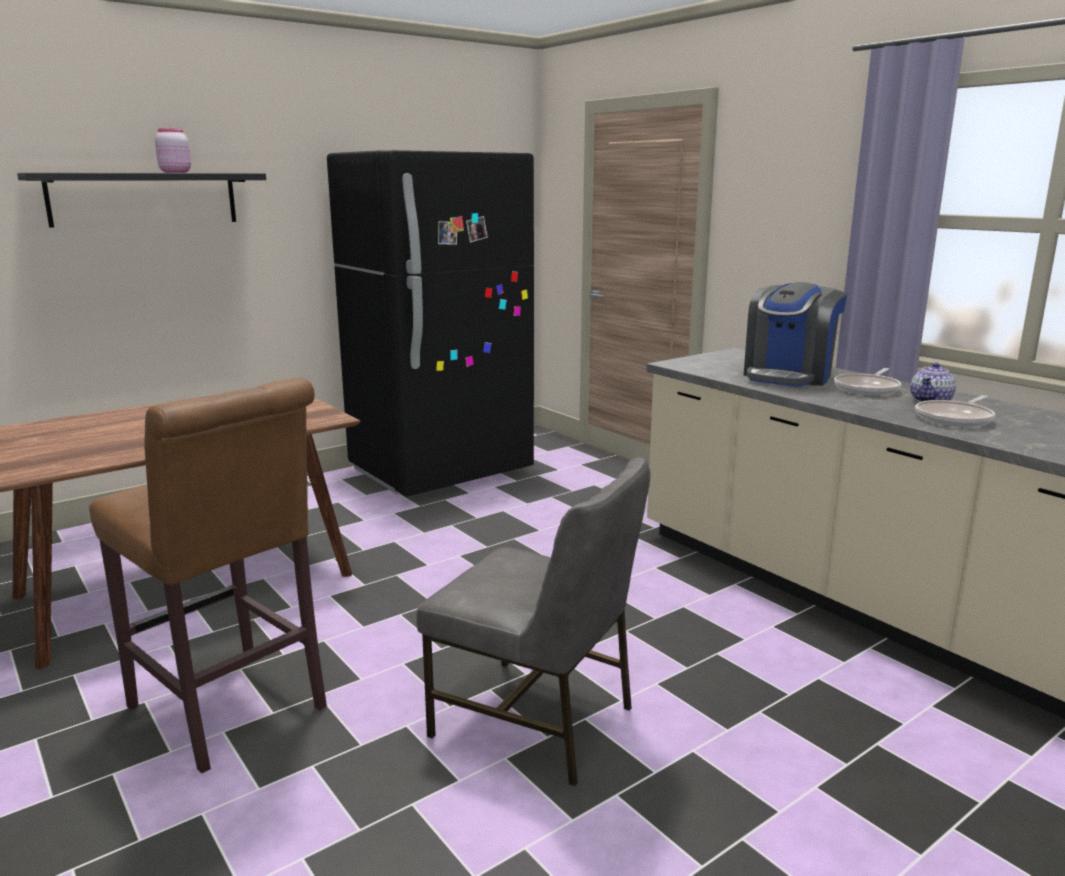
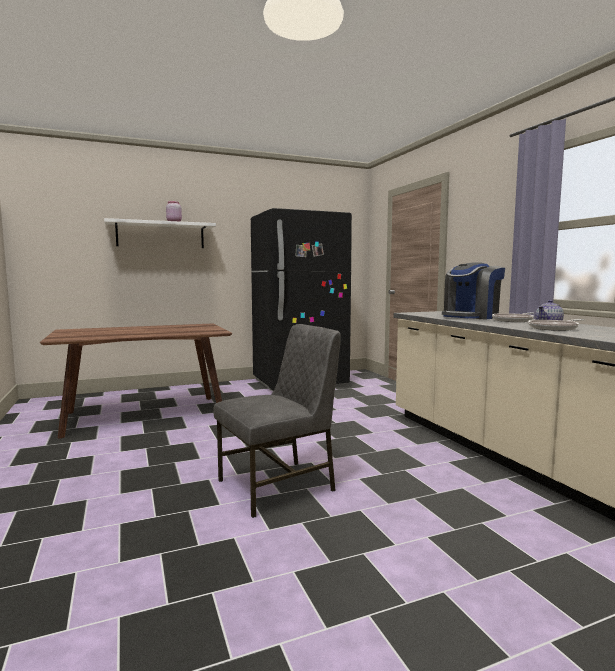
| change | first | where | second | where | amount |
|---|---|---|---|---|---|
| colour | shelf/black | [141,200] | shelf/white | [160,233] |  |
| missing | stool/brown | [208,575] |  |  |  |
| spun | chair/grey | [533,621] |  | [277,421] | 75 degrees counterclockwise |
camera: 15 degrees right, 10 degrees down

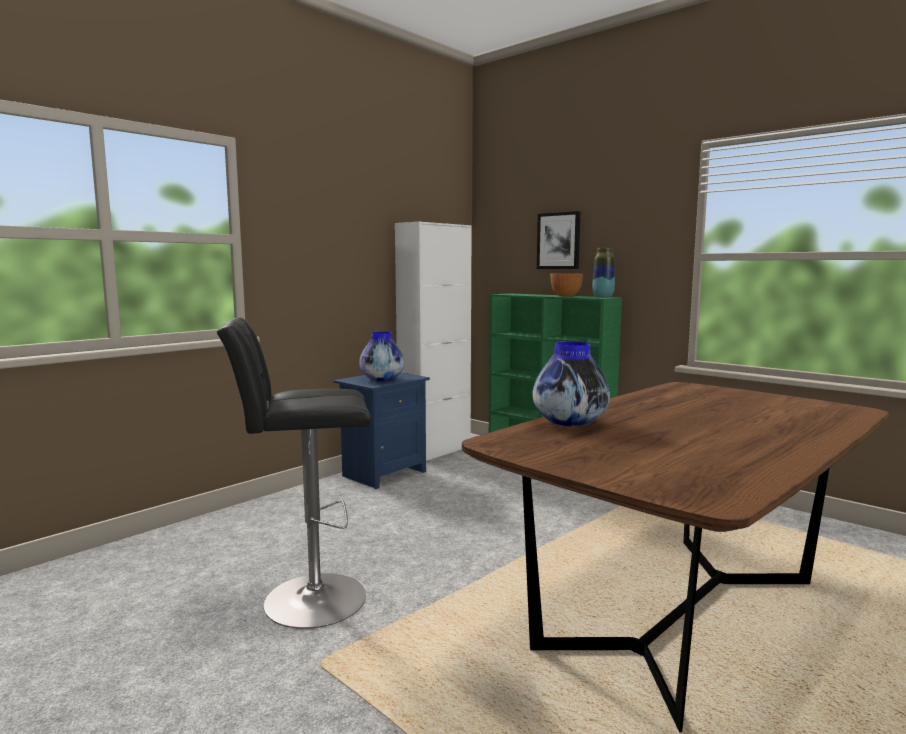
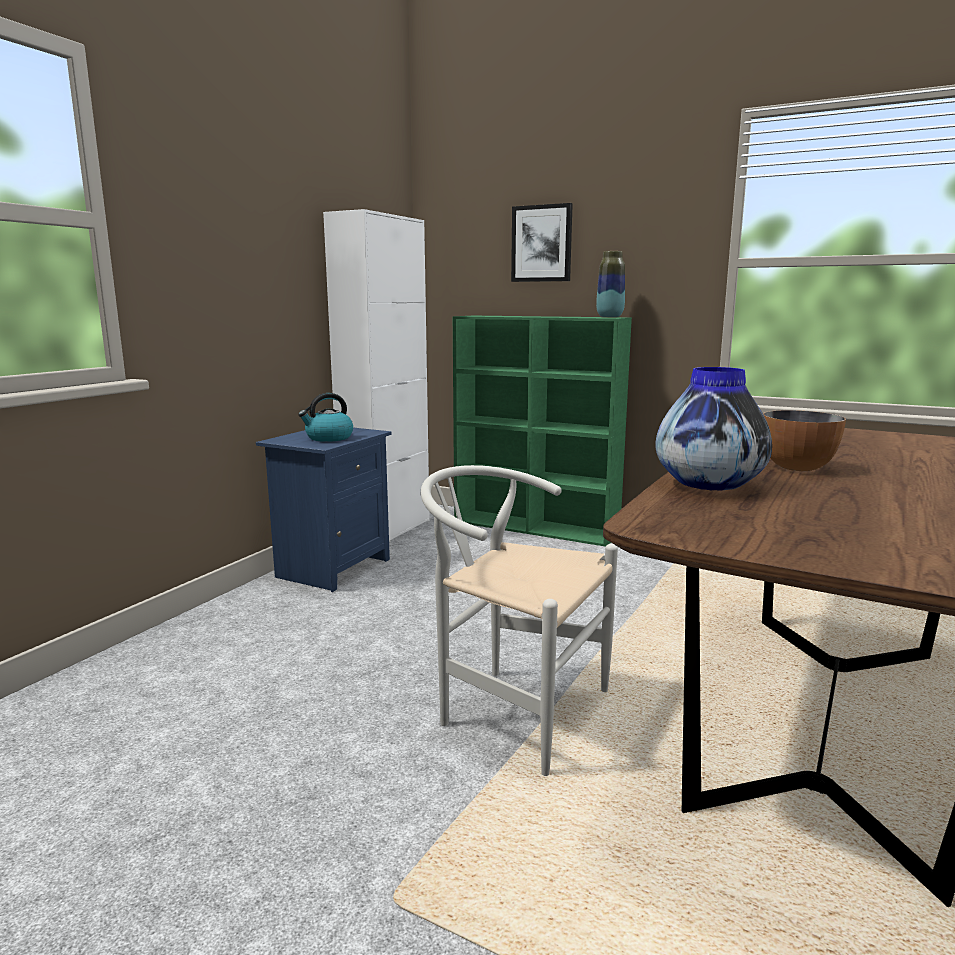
| change | first | where | second | where | amount |
|---|---|---|---|---|---|
| relocated | bowl | [566,284] |  | [804,440] |  |
| missing | stool/black | [294,473] |  |  |  |
| exchanged | vase | [381,356] | kettle | [325,417] |  |
| appeared |  |  | chair/white | [519,620] |  |
camera: 15 degrees left, 5 degrees up

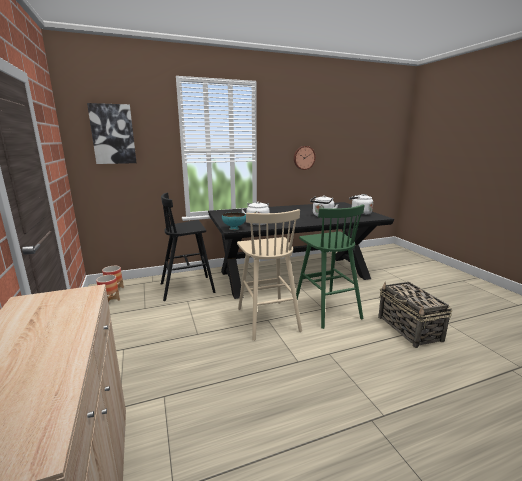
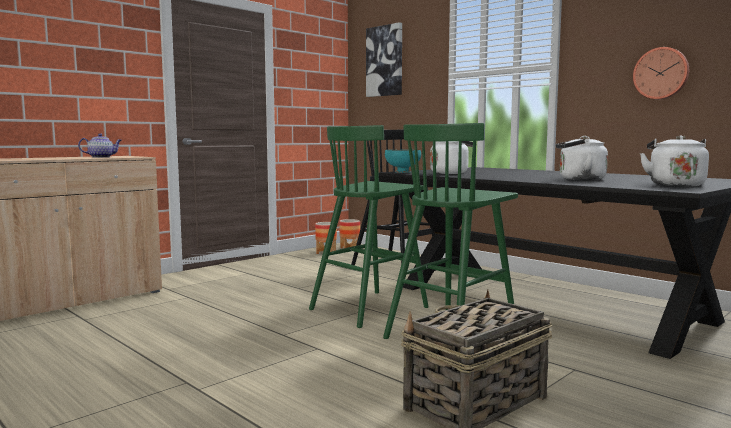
| change | first | where | second | where | amount |
|---|---|---|---|---|---|
| colour | stool/beige | [269,275] | stool/green | [369,226] |  |
| appeared |  |  | teapot | [100,145] |  |
camera: 65 degrees right, 10 degrees down

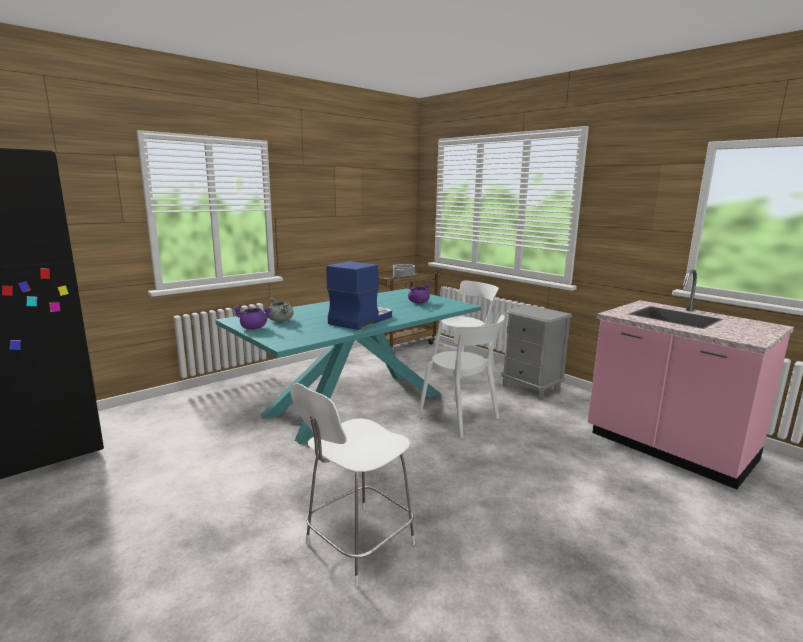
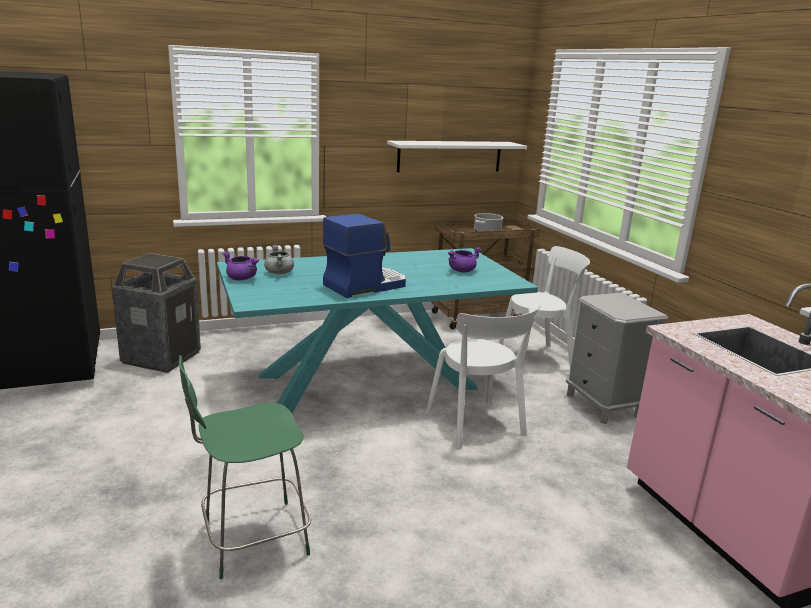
| change | first | where | second | where | amount |
|---|---|---|---|---|---|
| colour | stool/white | [353,485] | stool/green | [245,467] |  |
| appeared |  |  | shelf/white | [457,156] |  |
| appeared |  |  | trash can | [156,313] |  |
camera: 20 degrees right, 5 degrees up

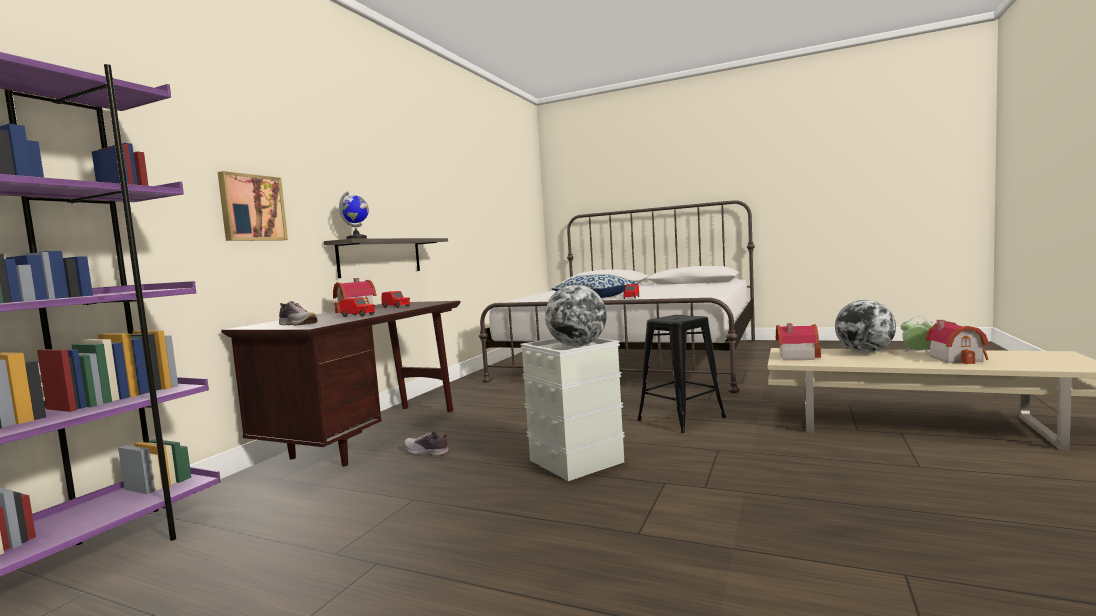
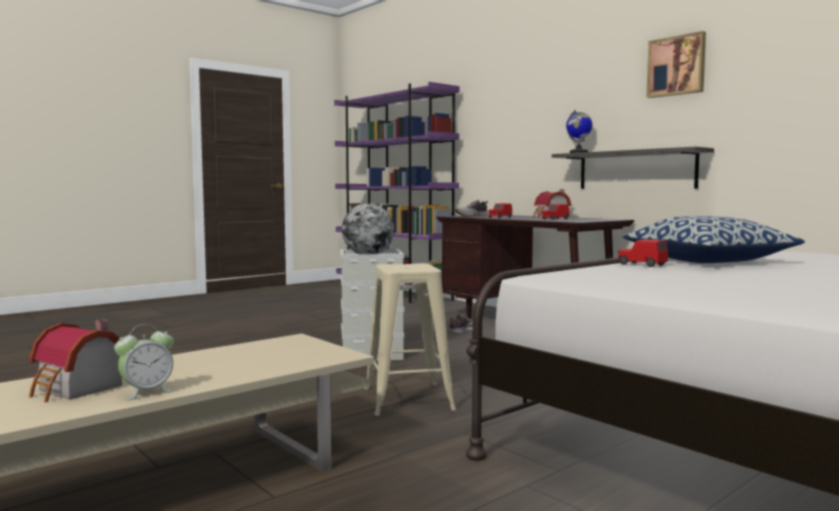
| change | first | where | second | where | amount |
|---|---|---|---|---|---|
| relocated | picture | [253,206] |  | [676,64] |  |
| missing | globe | [865,326] |  |  |  |
| colour | stool/black | [681,374] | stool/beige | [410,339] |  |
| missing | toy house | [798,341] |  |  |  |
camera: 115 degrees right, 0 degrees up

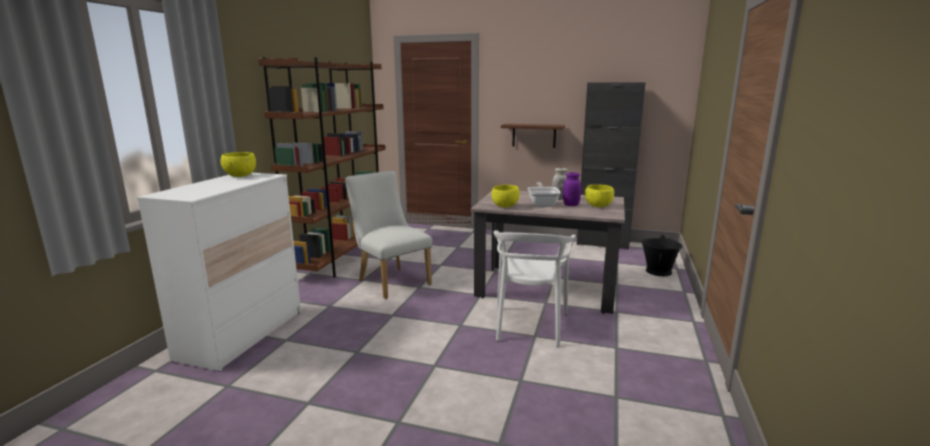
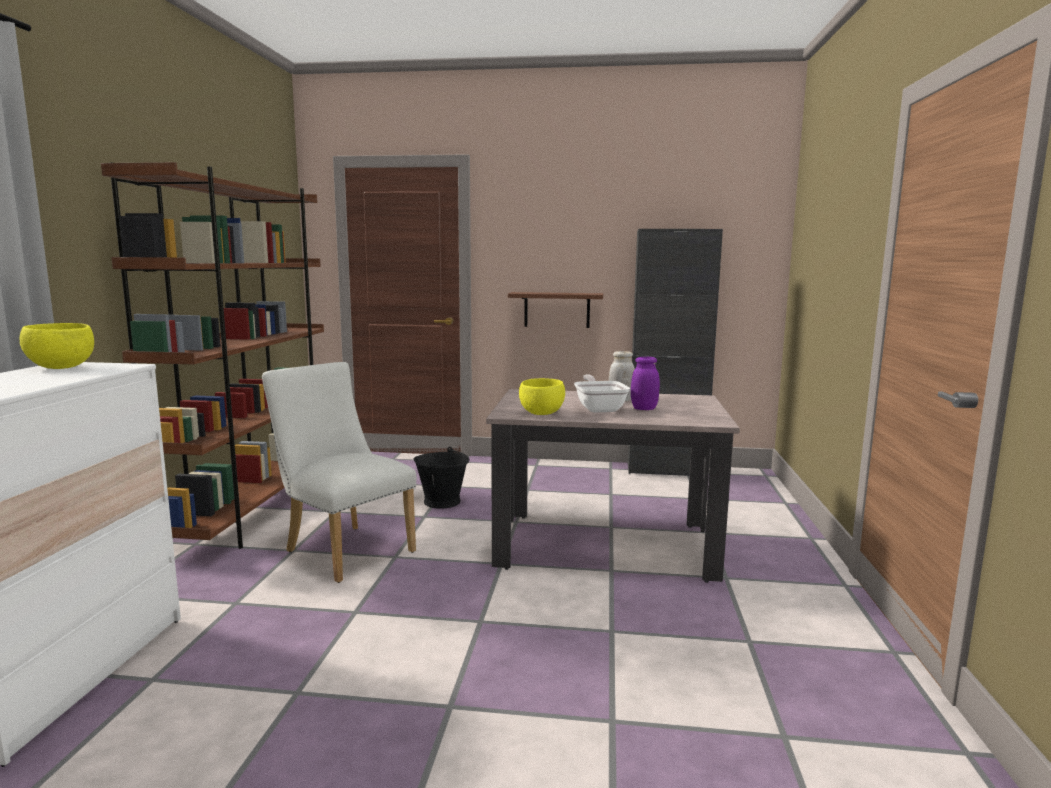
| change | first | where | second | where | amount |
|---|---|---|---|---|---|
| missing | bowl/yellow | [599,195] |  |  |  |
| missing | chair/white | [534,288] |  |  |  |
| relocated | bucket/black | [662,255] |  | [442,478] |  |
camera: 10 degrees left, 5 degrees down

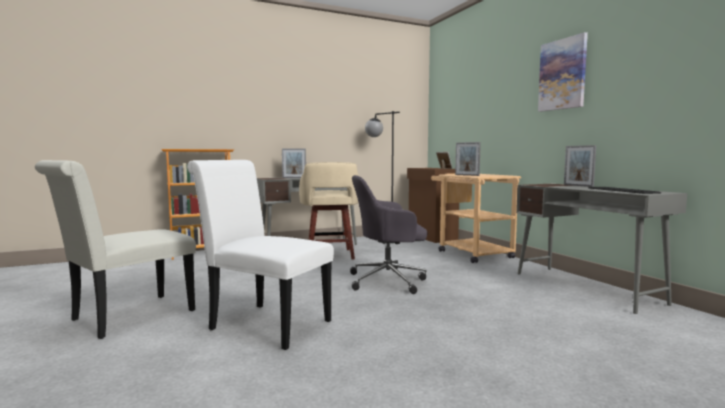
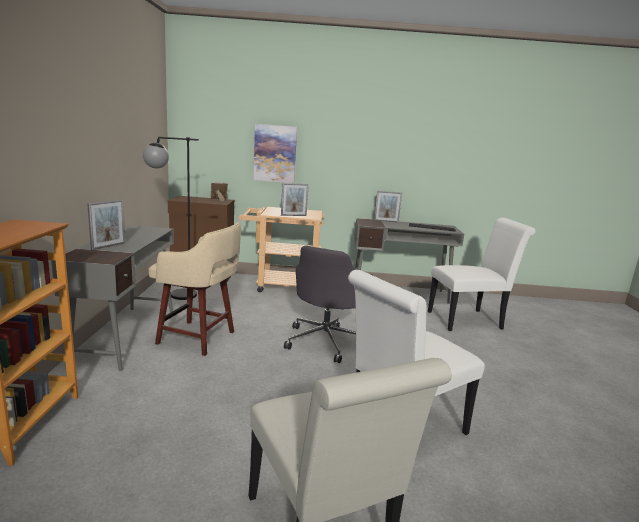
| change | first | where | second | where | amount |
|---|---|---|---|---|---|
| relocated | picture | [563,72] |  | [275,153] |  |
| appeared |  |  | chair/white | [482,274] |  |
camera: 65 degrees left, 10 degrees up

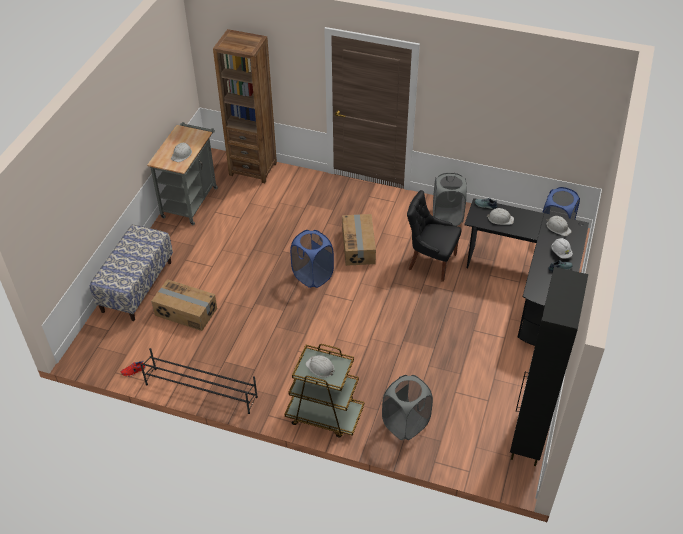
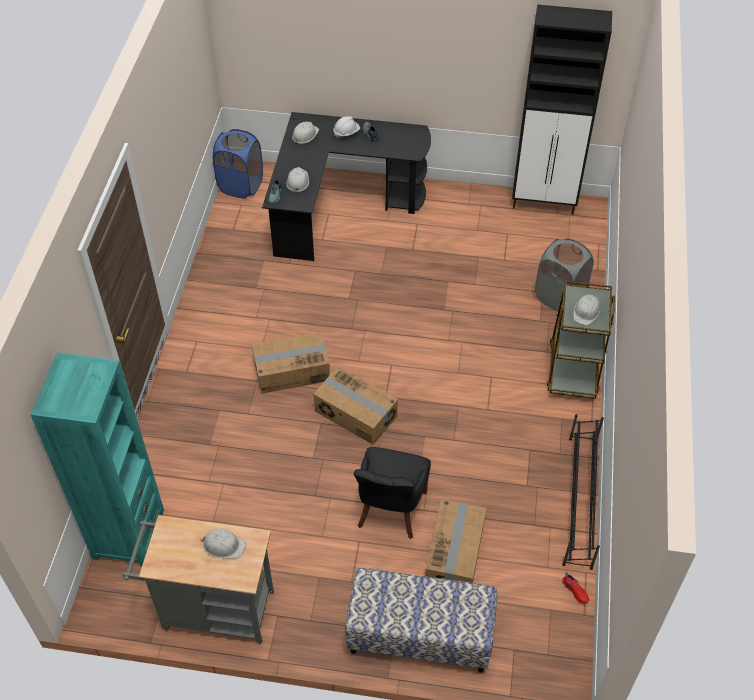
| change | first | where | second | where | amount |
|---|---|---|---|---|---|
| colour | bookcase/brown | [245,106] | bookcase/turquoise | [97,459] |  |
| missing | laundry basket/grey | [450,199] |  |  |  |
| relocated | chair/black | [434,236] |  | [392,493] |  |
| exchanged | laundry basket/blue | [312,259] | cardboard box | [355,405] |  |
camera: 100 degrees left, 5 degrees up

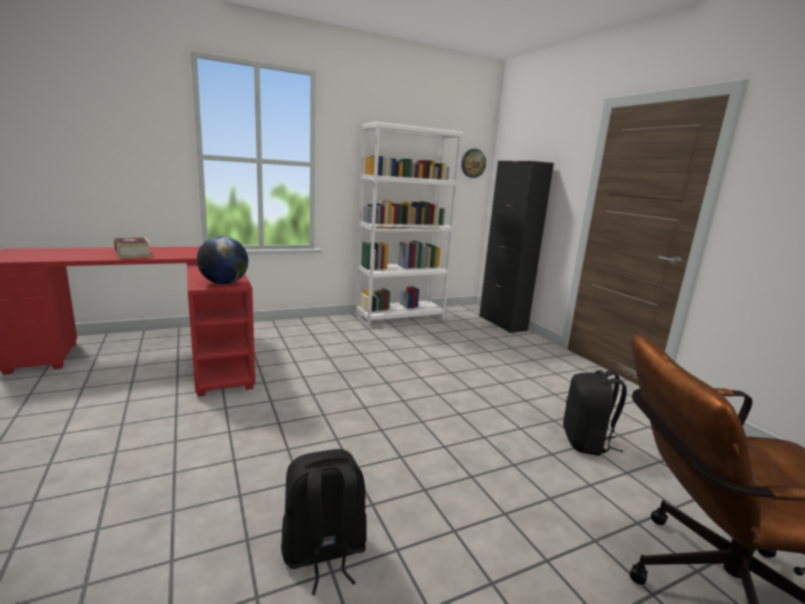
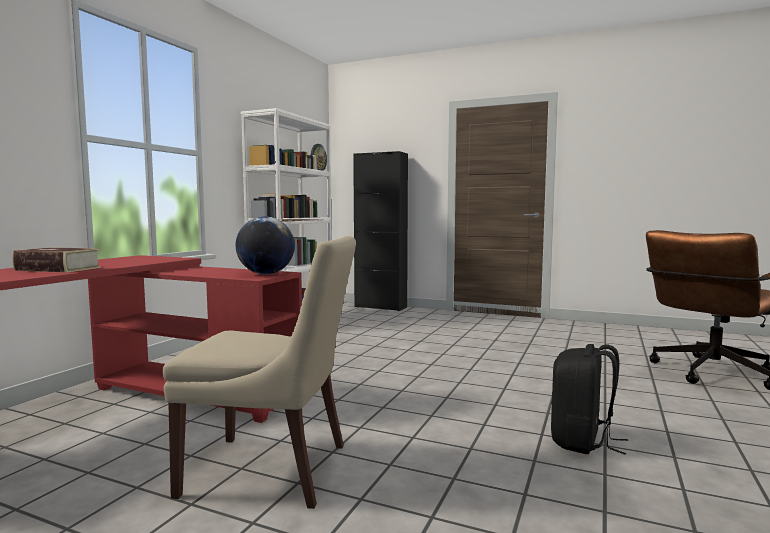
| change | first | where | second | where | amount |
|---|---|---|---|---|---|
| missing | backpack/black | [595,413] |  |  |  |
| appeared |  |  | chair/beige | [259,372] |  |
camera: 40 degrees left, 10 degrees down

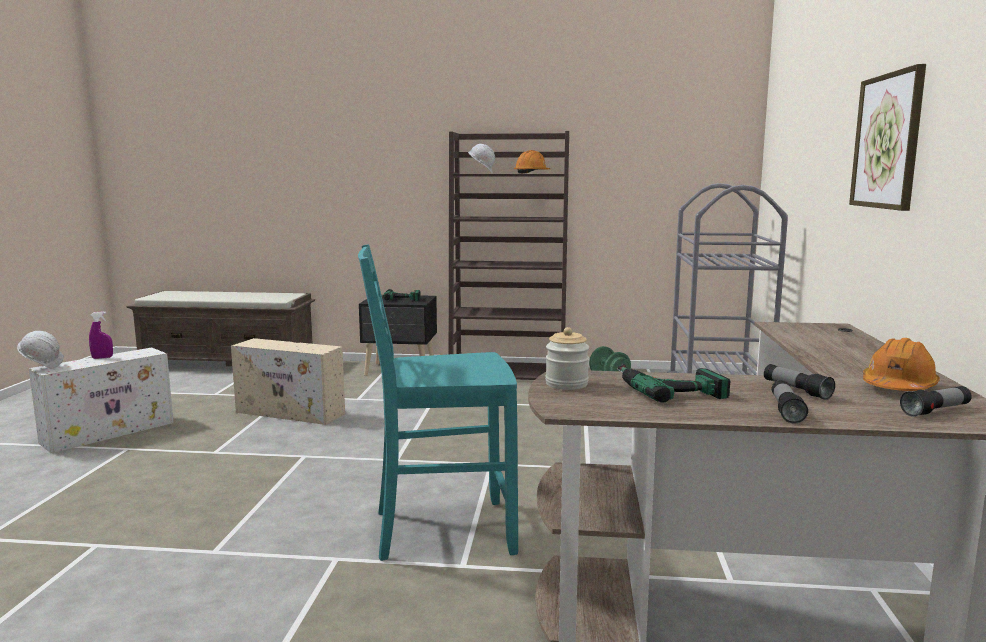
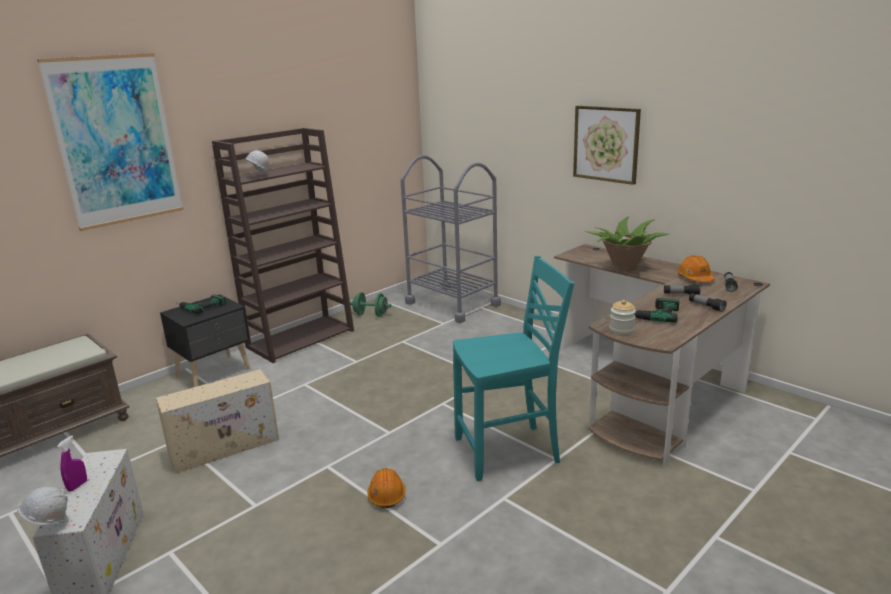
| change | first | where | second | where | amount |
|---|---|---|---|---|---|
| relocated | hard hat/orange | [532,162] |  | [386,488] |  |
| spun | chair/turquoise | [438,402] |  | [513,368] | 135 degrees counterclockwise |
| appeared |  |  | picture | [110,142] |  |
| appeared |  |  | potted plant | [627,244] |  |
camera: 50 degrees left, 10 degrees up

